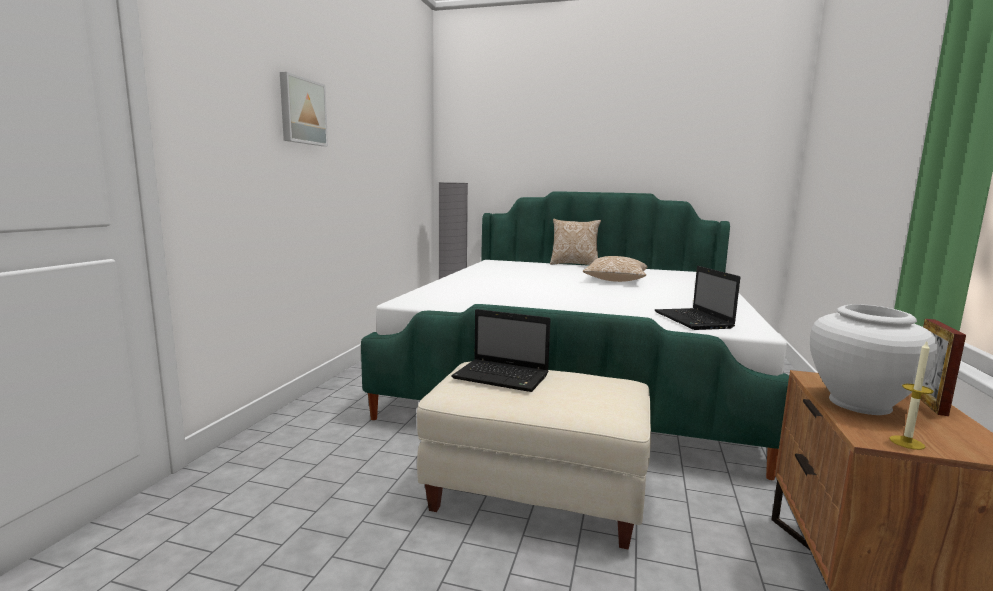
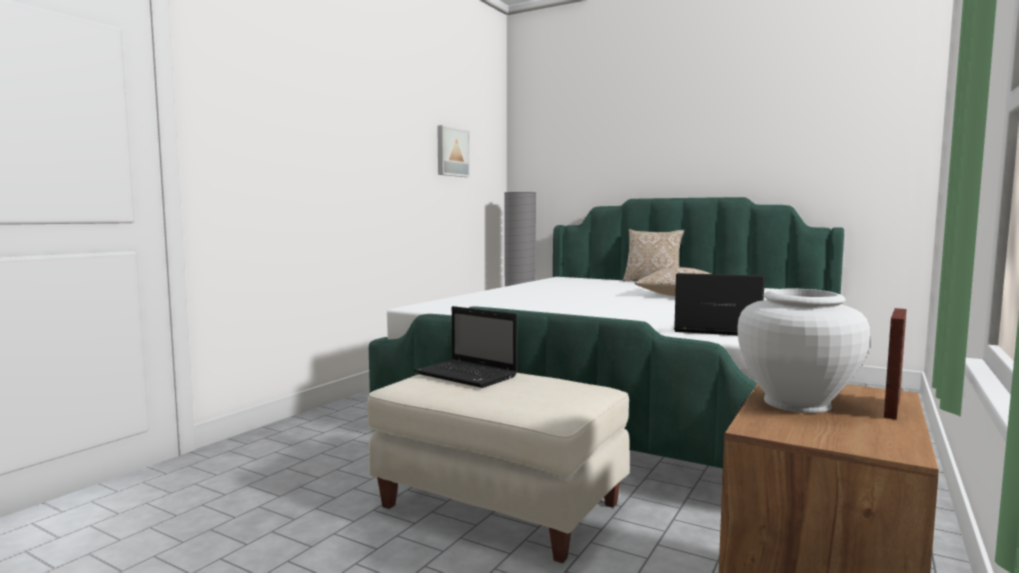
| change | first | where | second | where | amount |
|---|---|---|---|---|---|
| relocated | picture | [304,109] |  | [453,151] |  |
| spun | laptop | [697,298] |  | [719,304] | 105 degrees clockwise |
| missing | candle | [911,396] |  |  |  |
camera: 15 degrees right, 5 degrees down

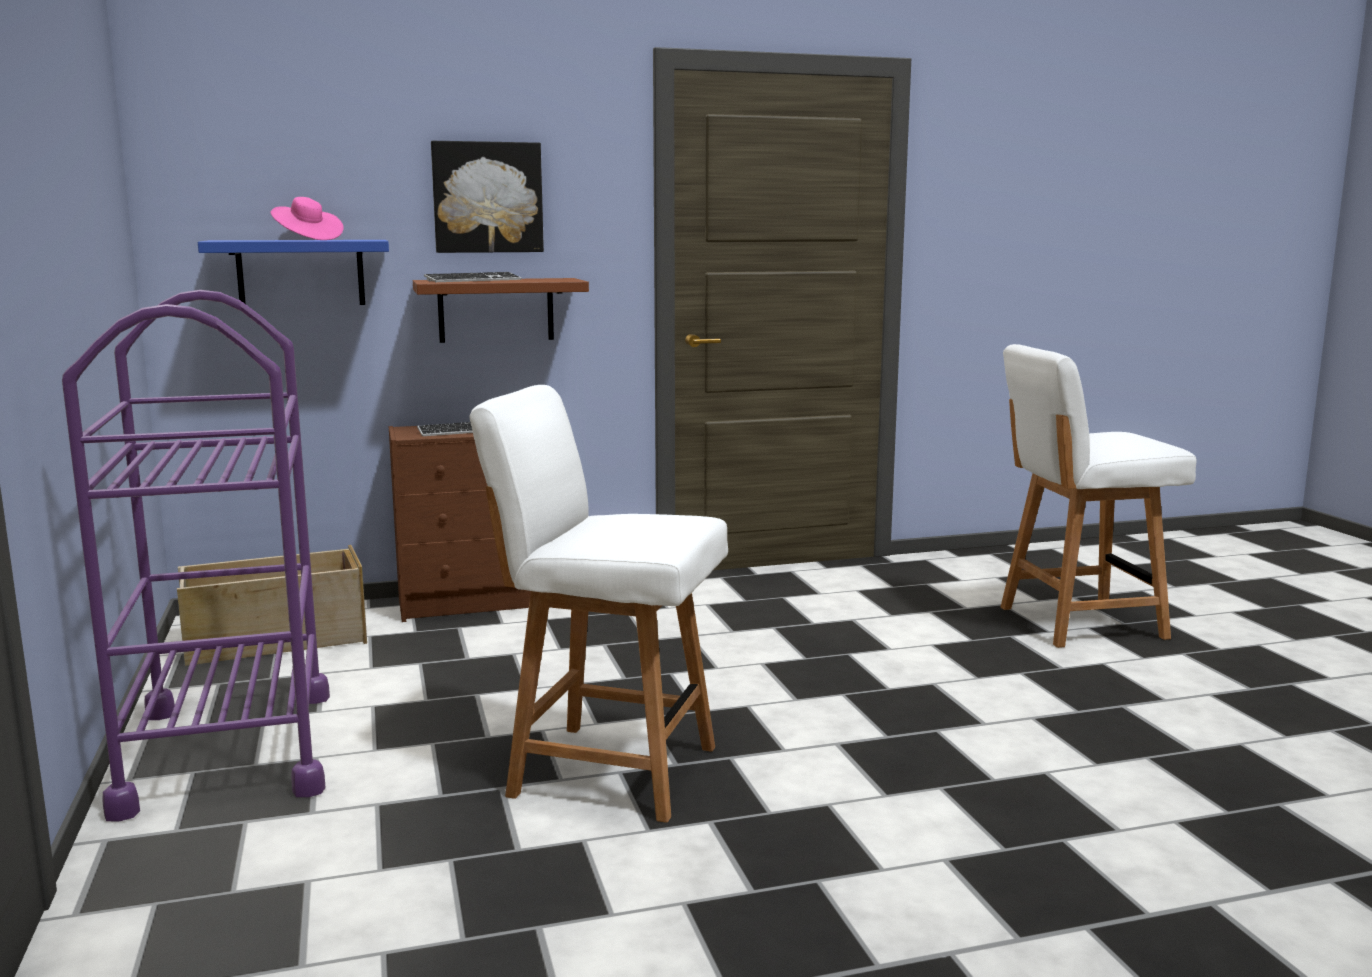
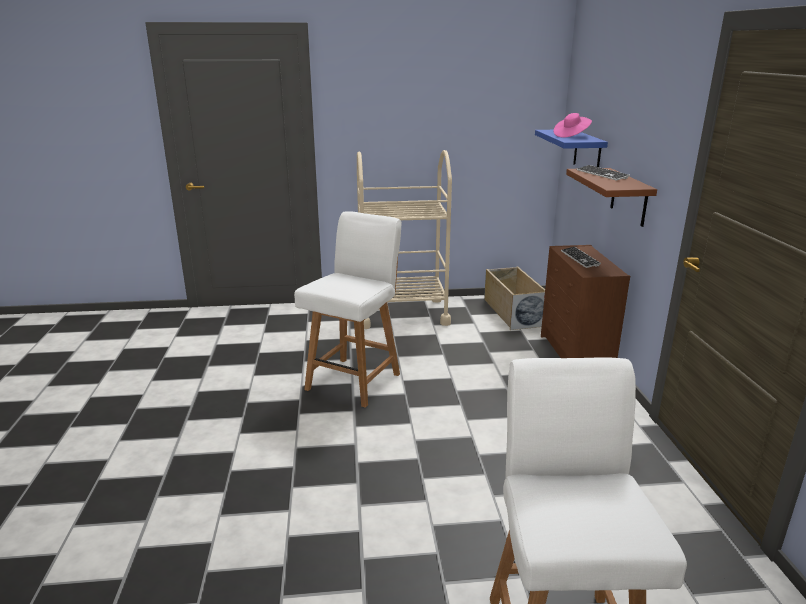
| change | first | where | second | where | amount |
|---|---|---|---|---|---|
| missing | picture | [487,197] |  |  |  |
| colour | cart/purple | [196,556] | cart/beige | [404,239] |  |
camera: 100 degrees right, 10 degrees up

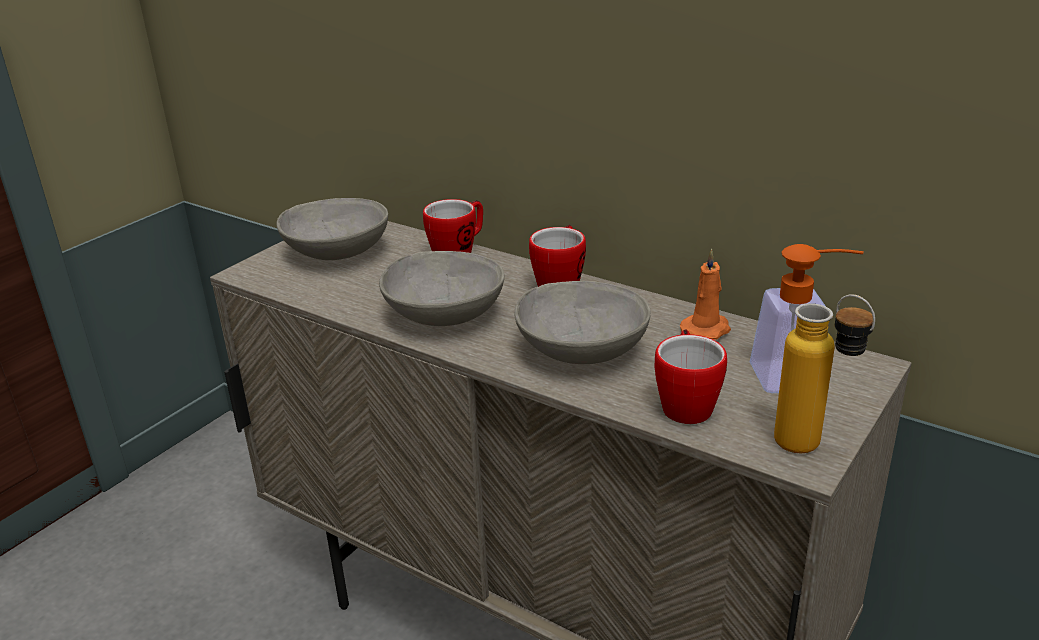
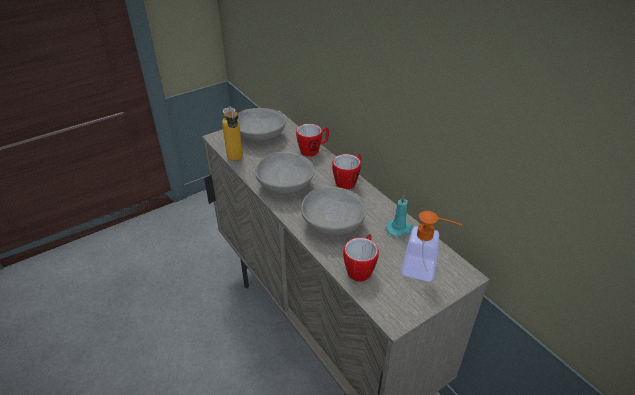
| change | first | where | second | where | amount |
|---|---|---|---|---|---|
| colour | candle/orange | [705,294] | candle/turquoise | [399,215] |  |
| relocated | bottle | [824,373] |  | [232,133] |  |
camera: 20 degrees right, 10 degrees up

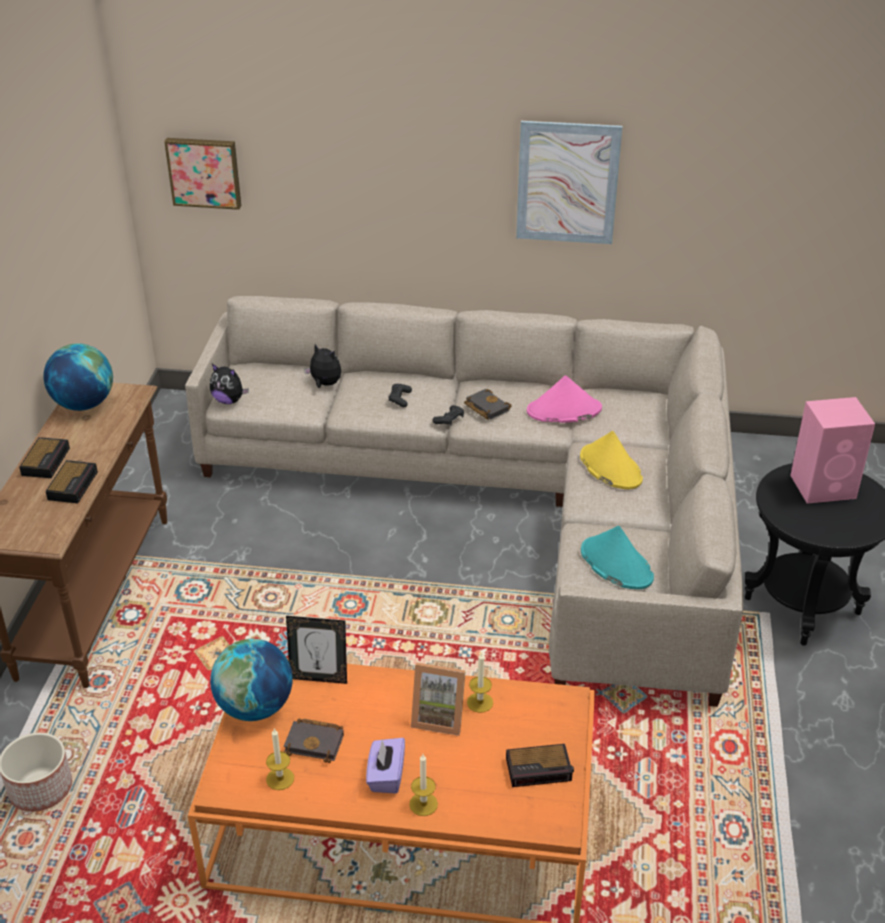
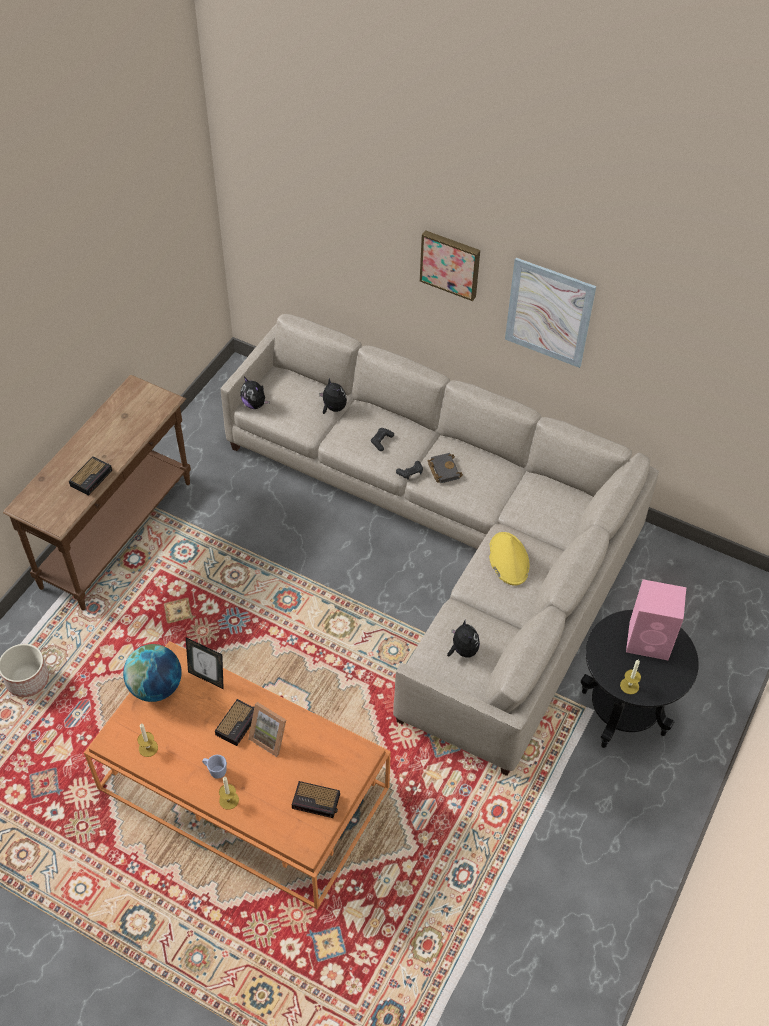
| change | first | where | second | where | amount |
|---|---|---|---|---|---|
| relocated | picture | [202,174] |  | [450,265] |  |
| missing | globe | [78,377] |  |  |  |
| missing | hat/pink | [564,399] |  |  |  |
| relocated | alarm clock | [44,457] |  | [234,722] |  |
| exchanged | hat/turquoise | [617,557] | plush toy | [463,638] |  |
| relocated | candle | [480,682] |  | [630,676] |  |
| missing | book/black | [313,740] |  |  |  |
| exchanged | tissue box/purple | [385,766] | mug/blue | [214,767] |  |
camera: 20 degrees right, 15 degrees up

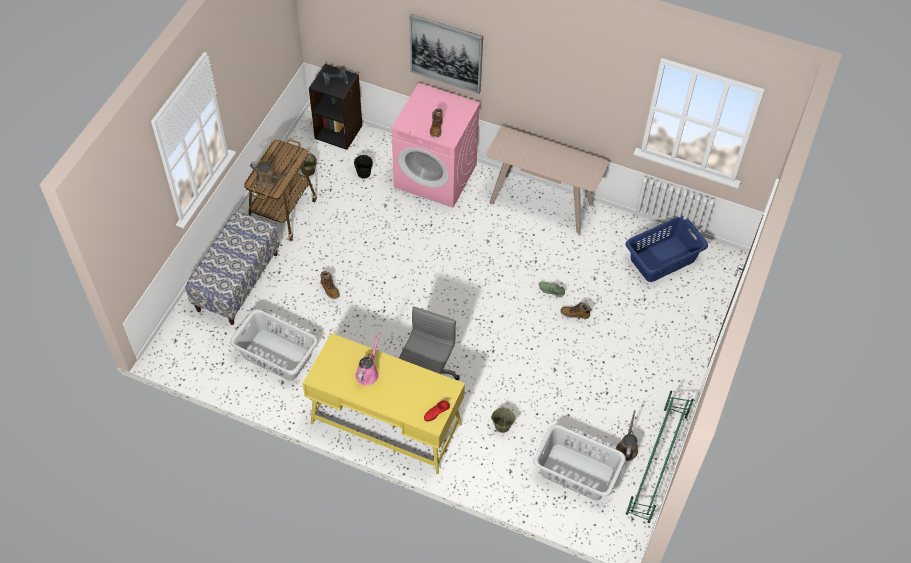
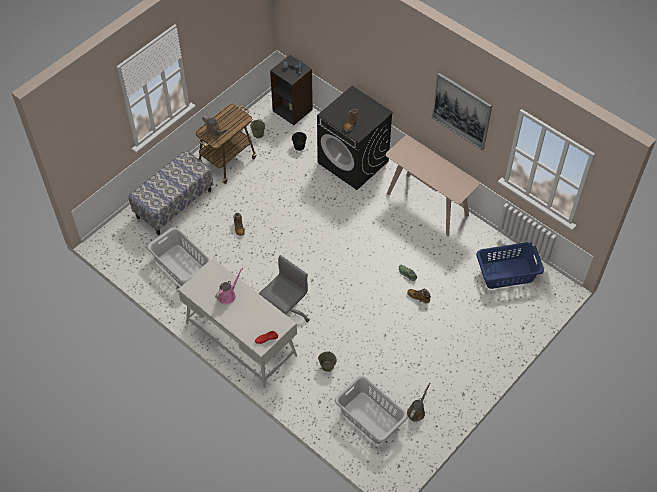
| change | first | where | second | where | amount |
|---|---|---|---|---|---|
| relocated | picture | [446,54] |  | [462,111] |  |
| colour | washing machine/pink | [435,145] | washing machine/black | [355,138] |  |
| colour | desk/yellow | [383,403] | desk/white | [237,323] |  |
| missing | shoe rack/green | [660,457] |  |  |  |
camera: 20 degrees right, 0 degrees up

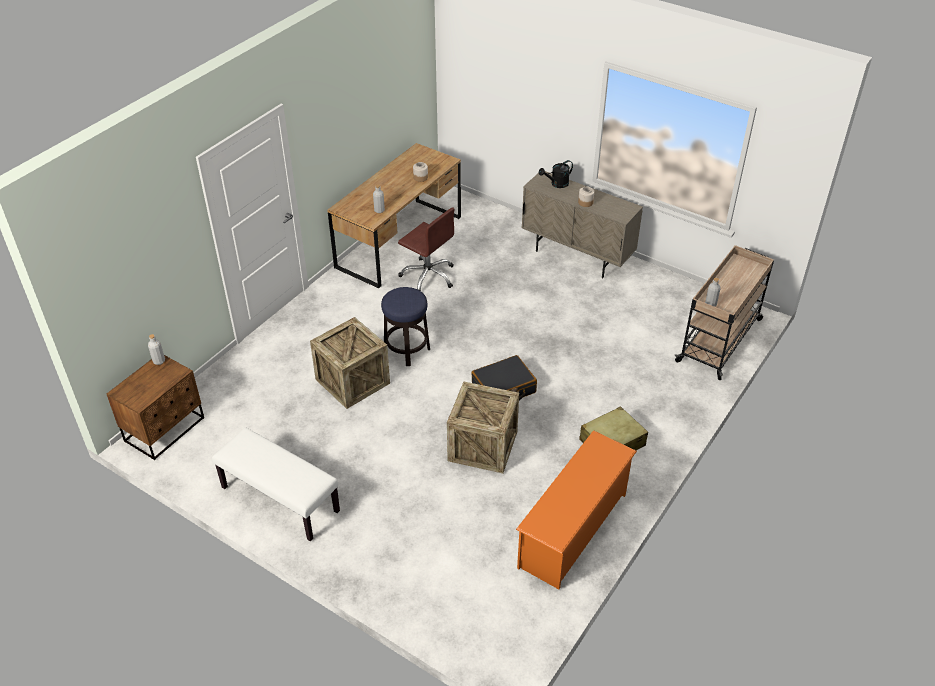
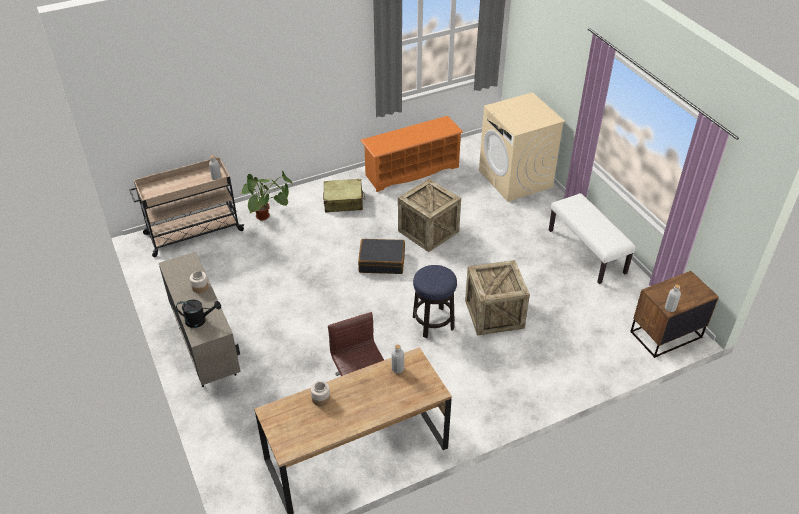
| change | first | where | second | where | amount |
|---|---|---|---|---|---|
| appeared |  |  | washing machine/beige | [522,147] |  |
| appeared |  |  | potted plant | [267,195] |  |
camera: 150 degrees left, 0 degrees up

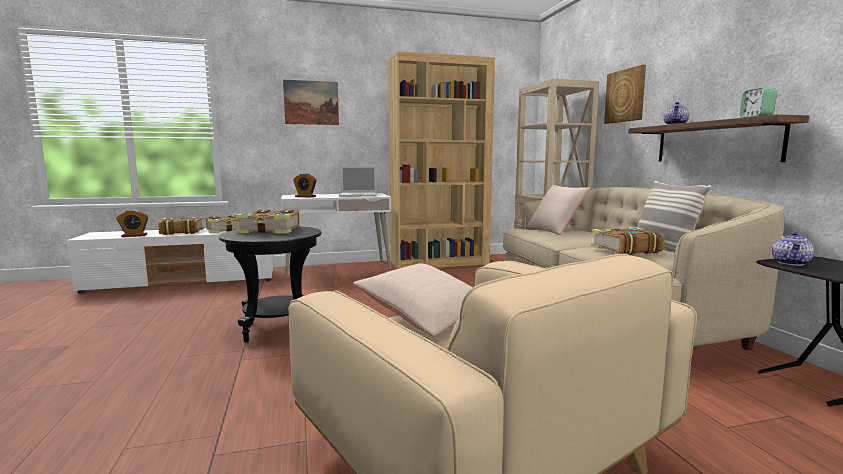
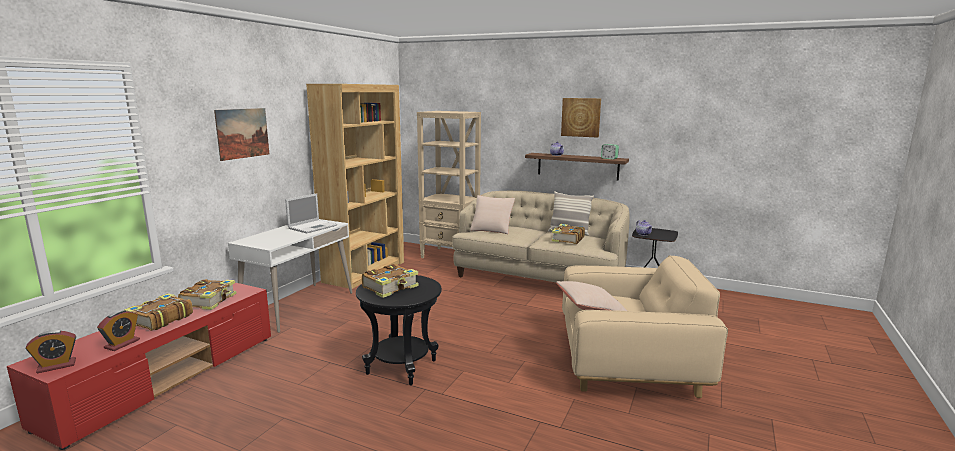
| change | first | where | second | where | amount |
|---|---|---|---|---|---|
| relocated | picture | [625,94] |  | [581,118] |  |
| relocated | alarm clock | [305,185] |  | [51,351] |  |
| colour | tv stand/white | [170,260] | tv stand/red | [139,366] |  |
camera: 50 degrees left, 5 degrees up

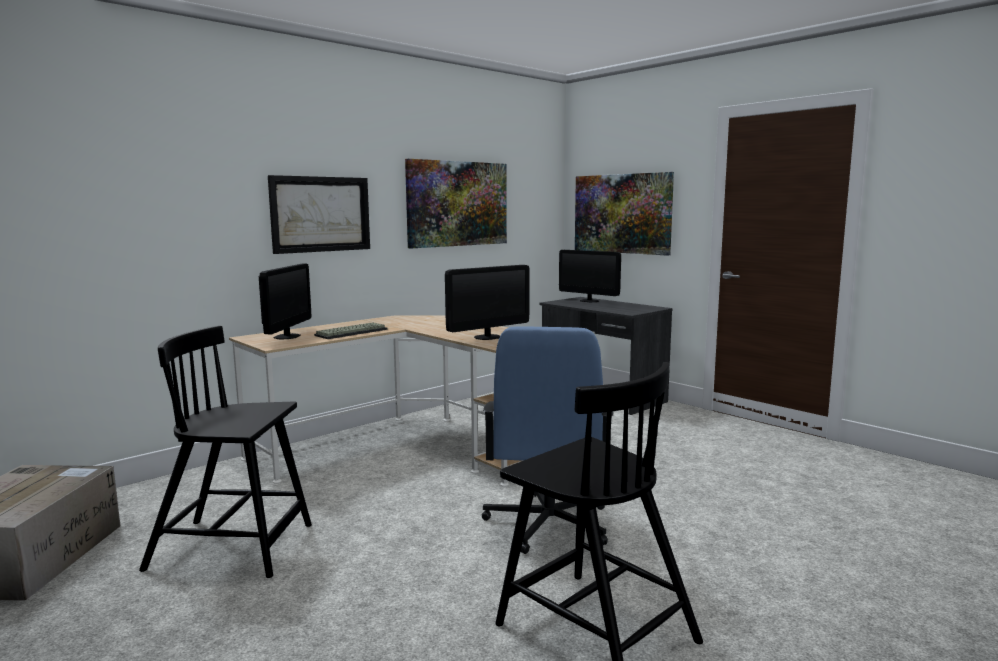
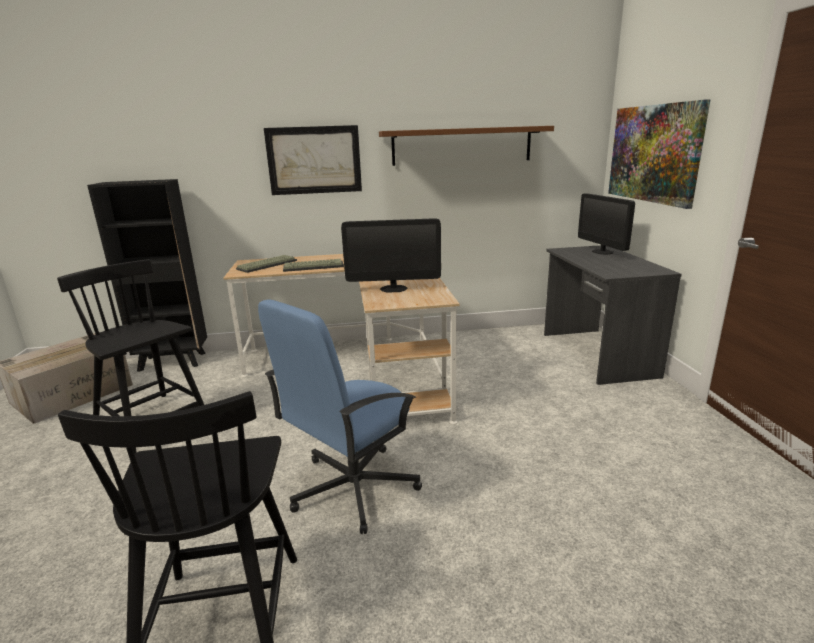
| change | first | where | second | where | amount |
|---|---|---|---|---|---|
| exchanged | picture | [456,203] | shelf/brown | [466,146] |  |
| exchanged | monitor | [285,301] | keyboard | [266,264] |  |
| appeared |  |  | bookcase/black | [147,275] |  |
camera: 35 degrees right, 10 degrees up

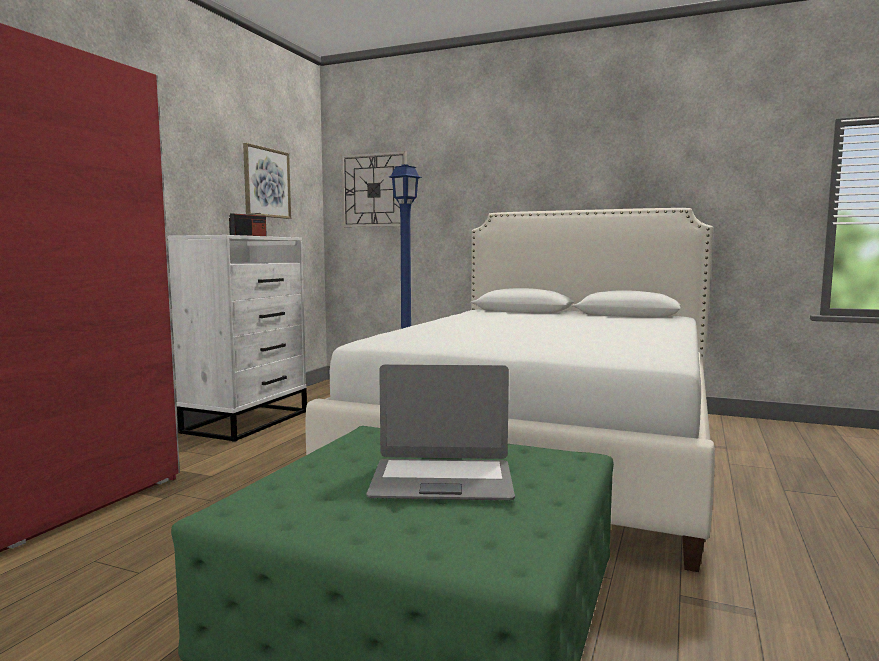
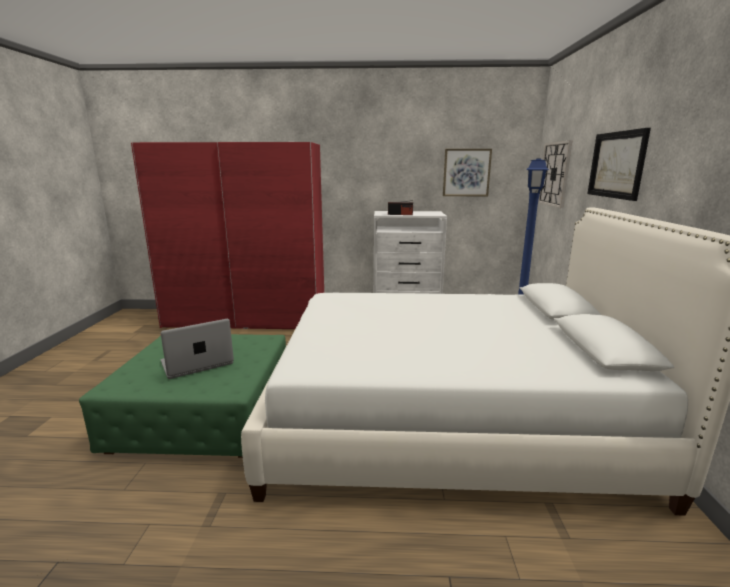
| change | first | where | second | where | amount |
|---|---|---|---|---|---|
| spun | laptop | [440,432] |  | [197,349] | 75 degrees clockwise |
| appeared |  |  | picture | [619,164] |  |
camera: 70 degrees right, 10 degrees up

